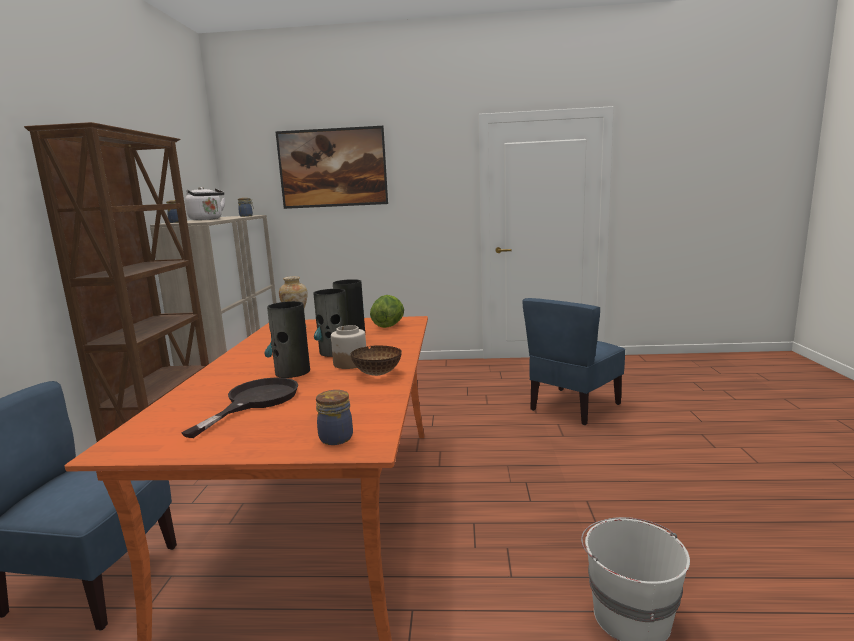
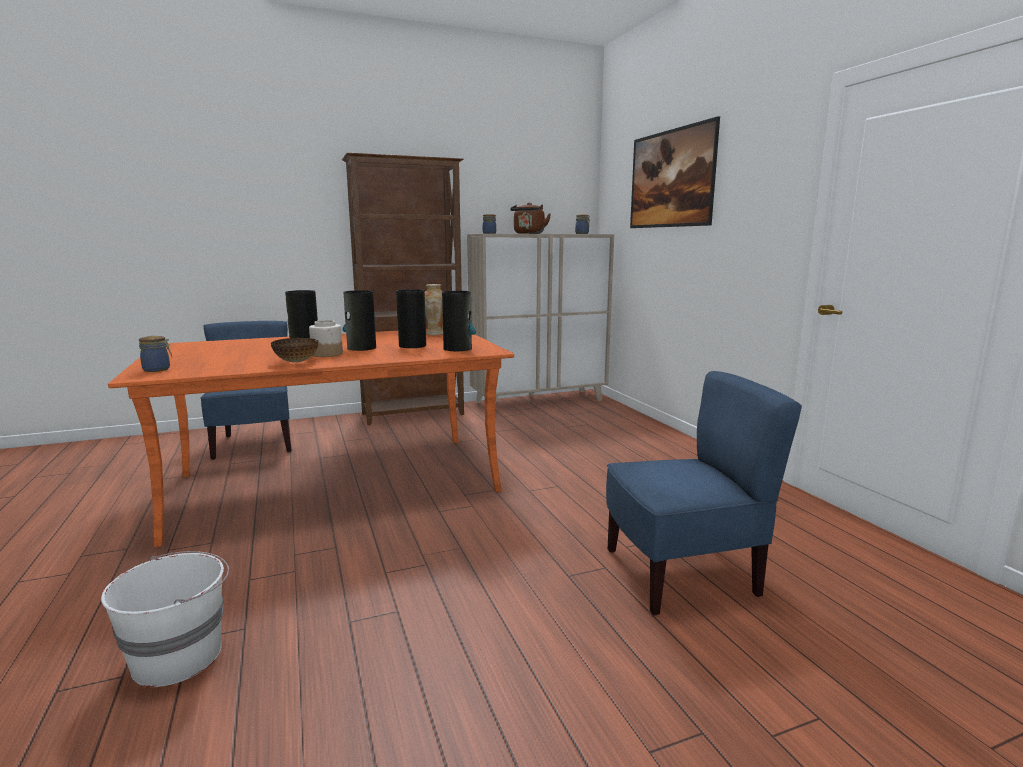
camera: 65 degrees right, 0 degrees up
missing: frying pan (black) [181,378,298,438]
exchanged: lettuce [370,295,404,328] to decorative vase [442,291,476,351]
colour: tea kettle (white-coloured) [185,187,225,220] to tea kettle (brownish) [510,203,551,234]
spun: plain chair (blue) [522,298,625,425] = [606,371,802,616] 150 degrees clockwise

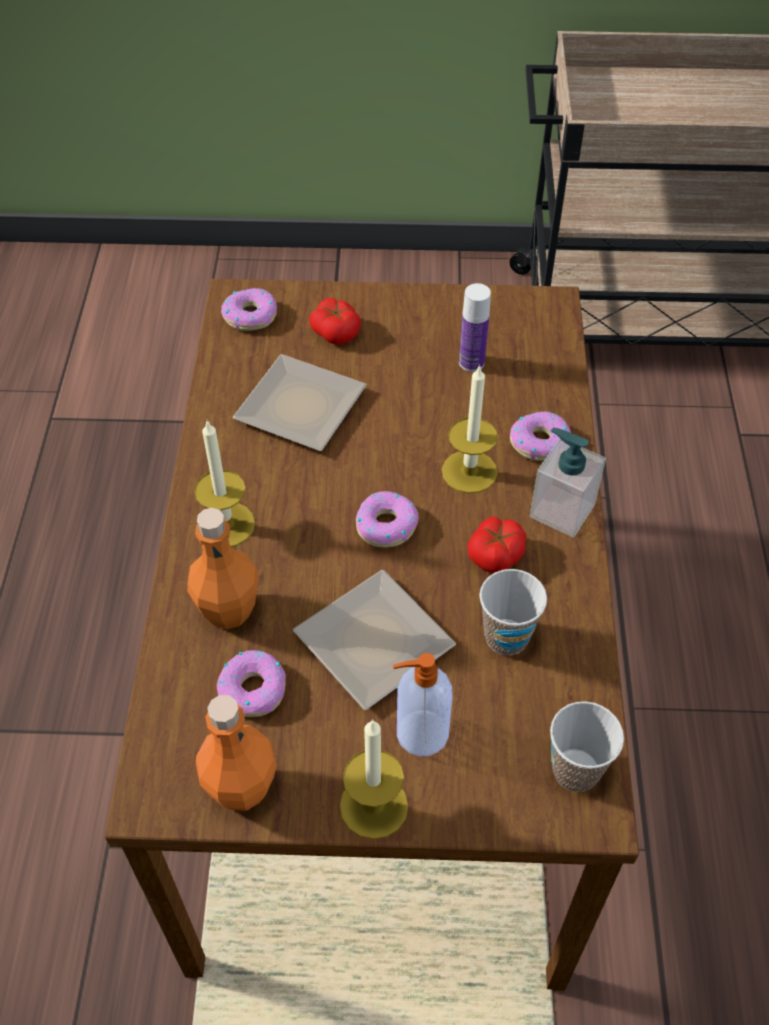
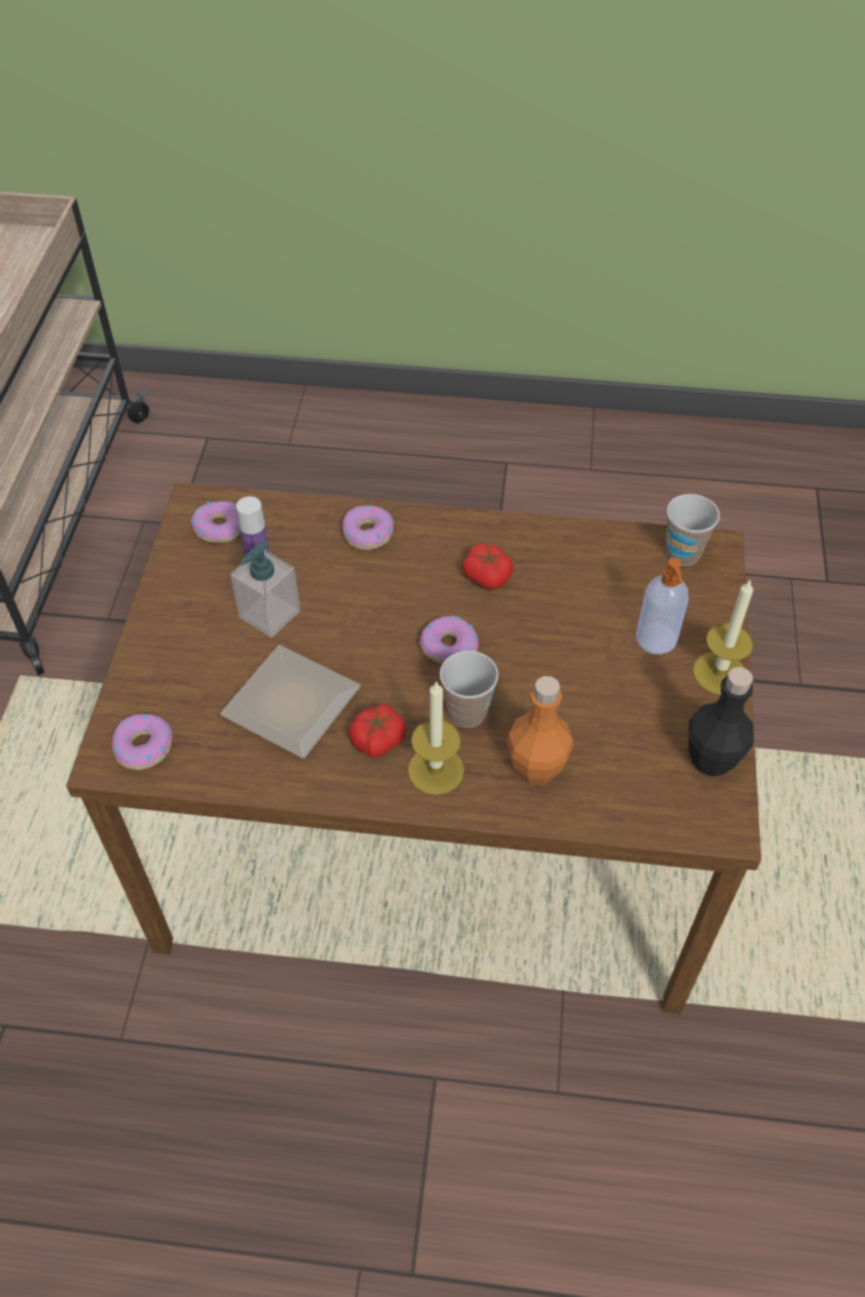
camera: 85 degrees left, 0 degrees up
missing: wax candle [442,364,498,493]; flat dish [293,570,456,710]
relocated: tomato [309,298,361,345] to [348,704,407,758]; liquid soap bottle [530,428,606,538] to [230,541,300,638]; drinking cup [480,569,547,656] to [440,651,498,728]; doughnut [217,650,286,717] to [191,501,240,543]
colour: beverage bottle (orange) [196,695,276,811] to beverage bottle (black) [688,667,754,777]

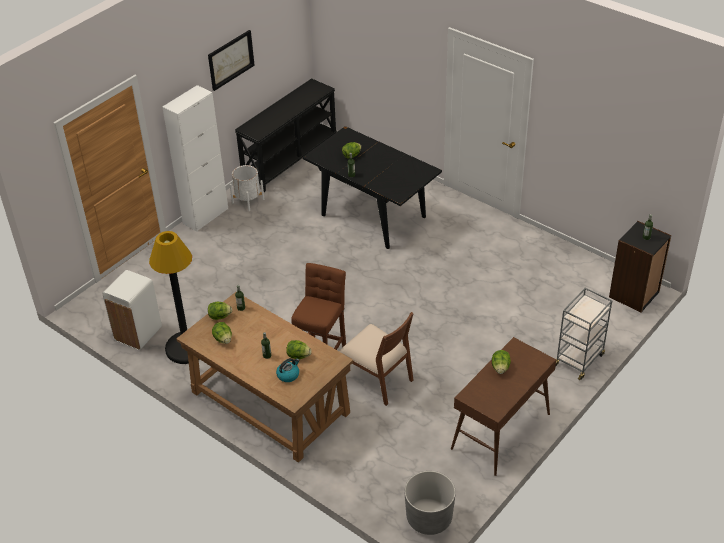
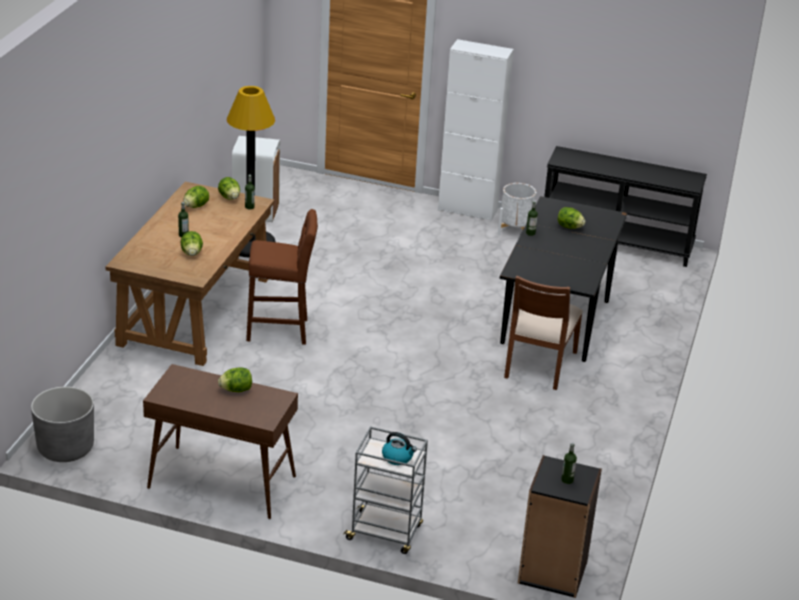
camera: 65 degrees right, 10 degrees down
missing: picture [208,30,255,91]
relocated: plain chair (brownish) [339,312,414,406] to [504,276,583,390]; tea kettle [276,358,300,382] to [382,432,417,465]

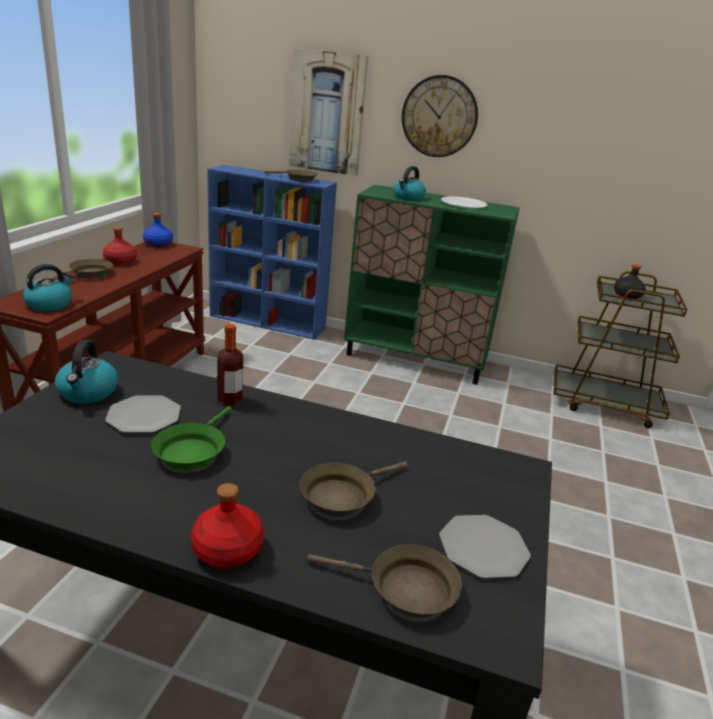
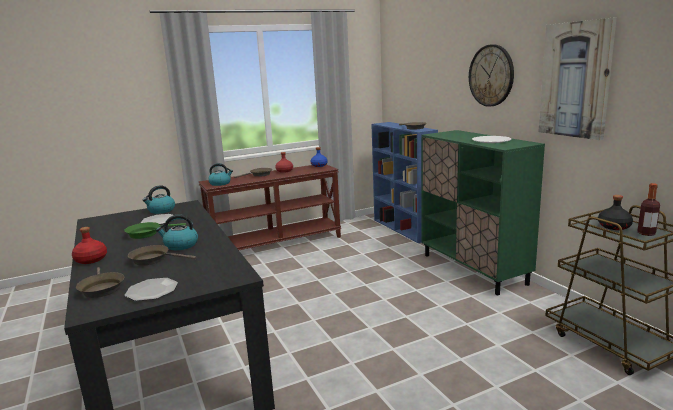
camera: 50 degrees right, 10 degrees down
relocated: picture [289,48,368,176] to [538,18,617,140]; tea kettle [393,166,426,201] to [156,215,198,250]; beverage bottle [217,324,243,405] to [637,183,660,236]

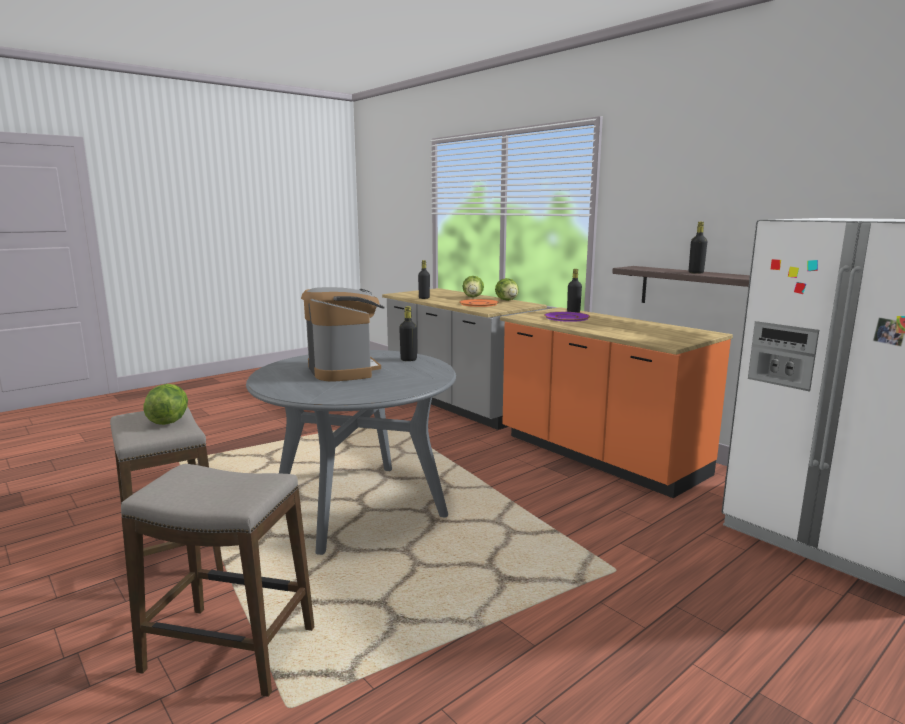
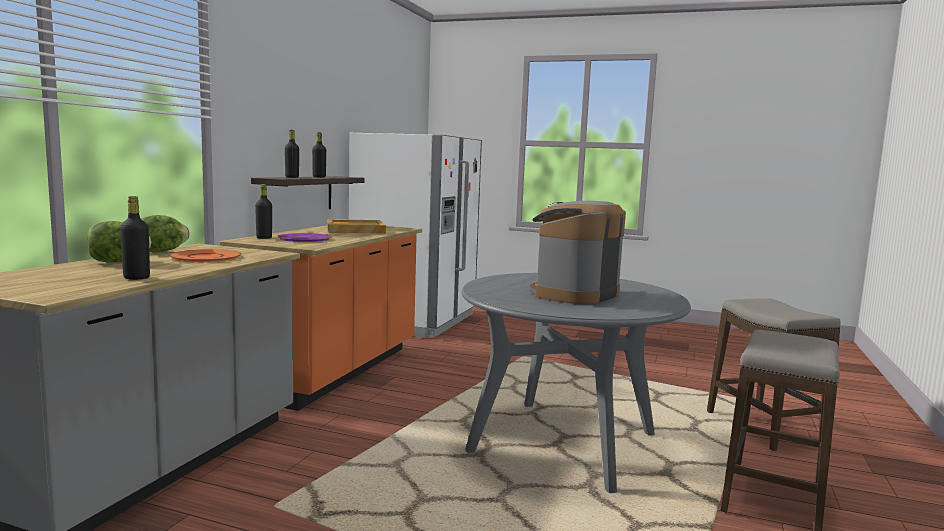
camera: 120 degrees left, 5 degrees down
missing: lettuce [143,384,188,425]
appeared: serving tray (sand-coloured) [327,219,386,233]
relocated: beverage bottle (black) [399,306,417,361] to [285,130,299,178]

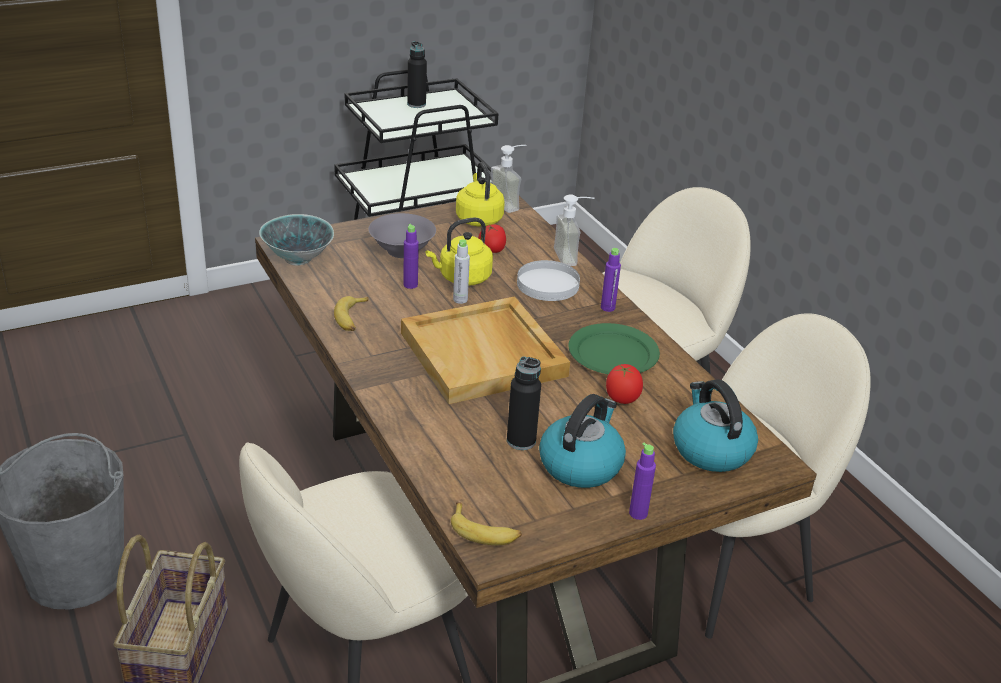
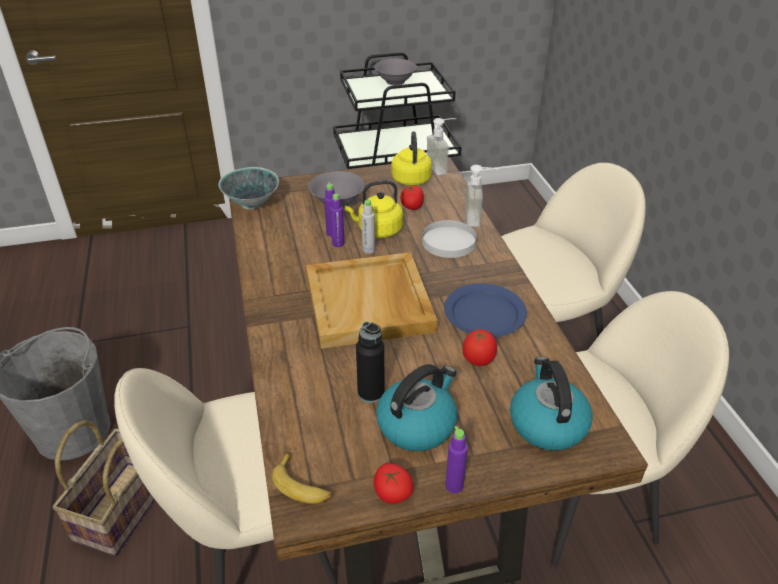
camera: 15 degrees right, 5 degrees up
missing: whole banana [334,296,368,331]
appeared: tomato [374,463,413,504]
relocated: beverage bottle (purple) [601,248,621,312] to [330,194,345,247]
exchanged: beverage bottle (black) [407,41,427,108] to deep dish (grey) [374,59,417,85]
colour: flat dish (green) [569,323,660,374] to flat dish (blue) [444,283,527,337]

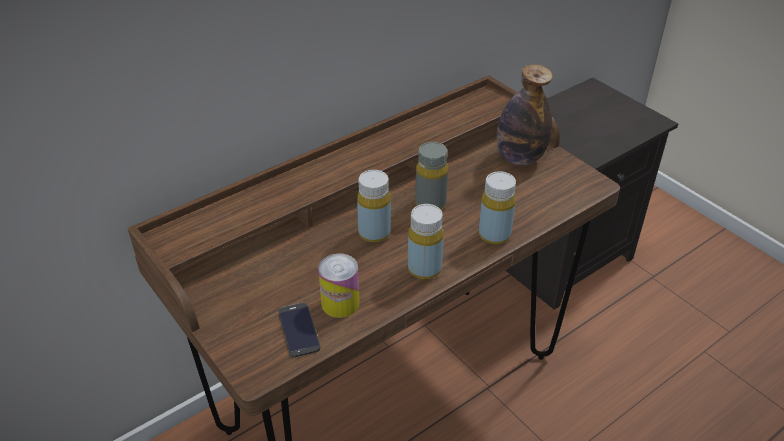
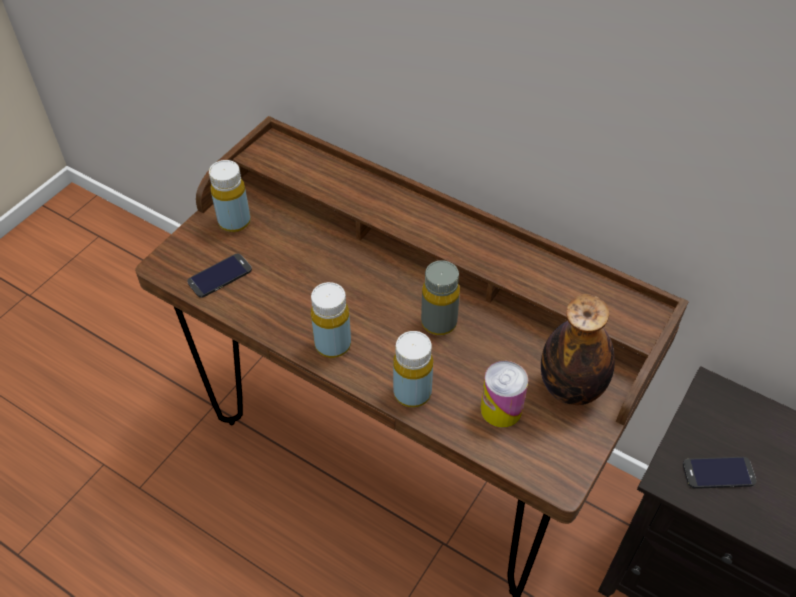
camera: 70 degrees right, 10 degrees up
appeared: telephone [683,457,756,489]
relocated: beverage bottle (yellow) [357,170,391,243] to [209,160,251,232]; metal can [318,253,360,318] to [481,361,528,428]

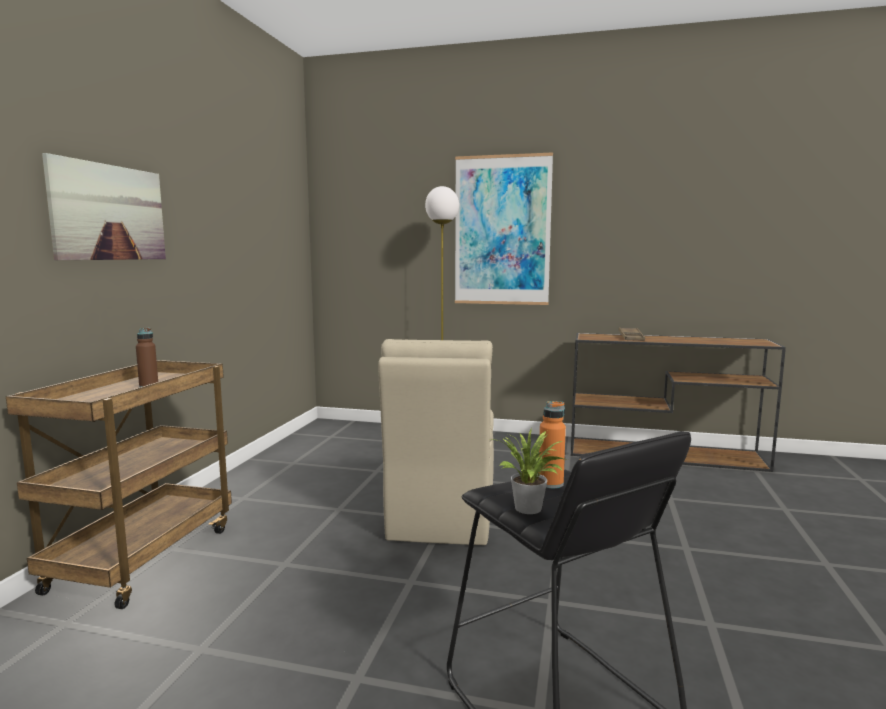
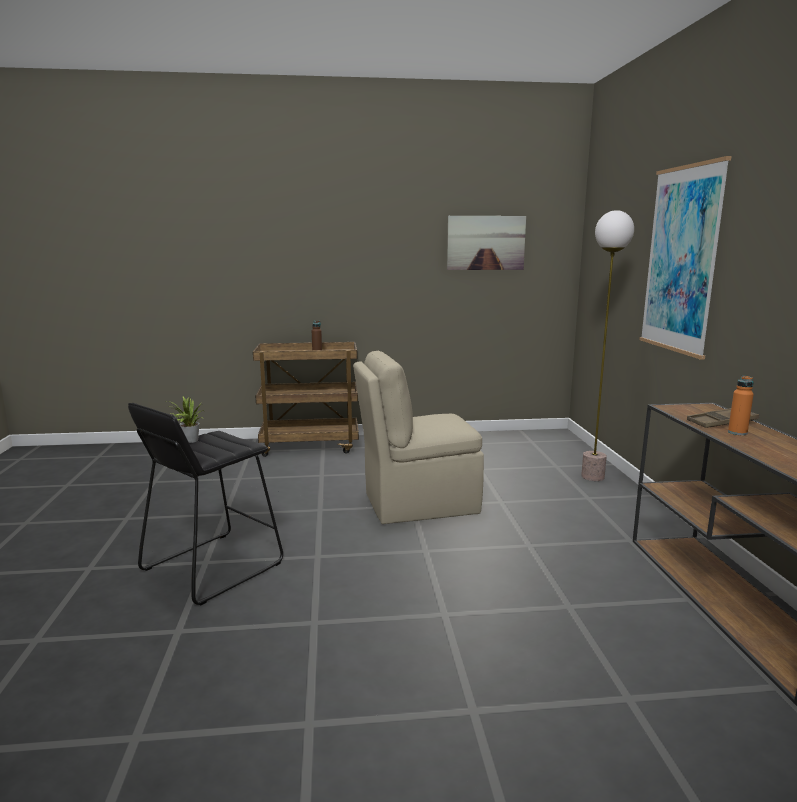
camera: 70 degrees right, 5 degrees up
relocated: picture [42,153,166,260] to [447,216,526,270]; beverage bottle (orange) [538,401,566,488] to [728,376,754,435]

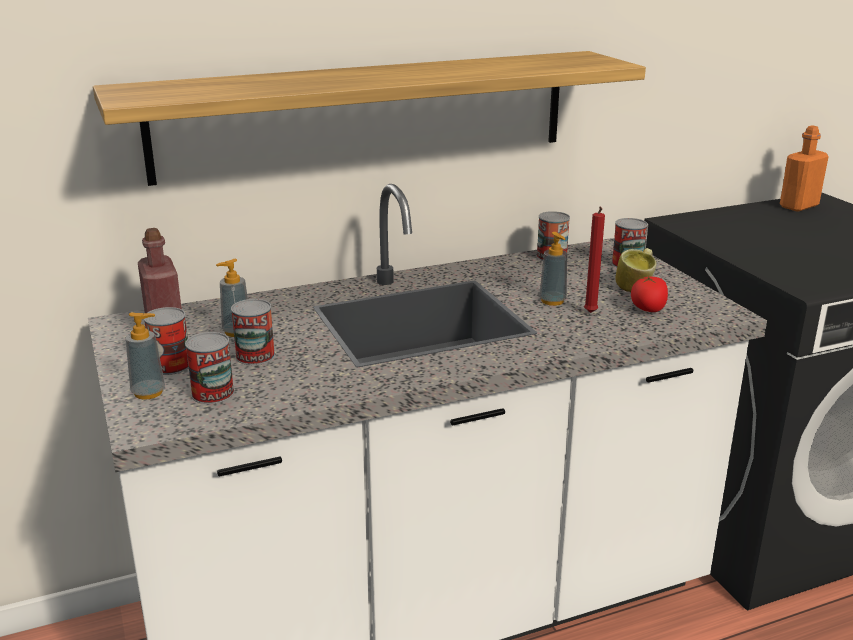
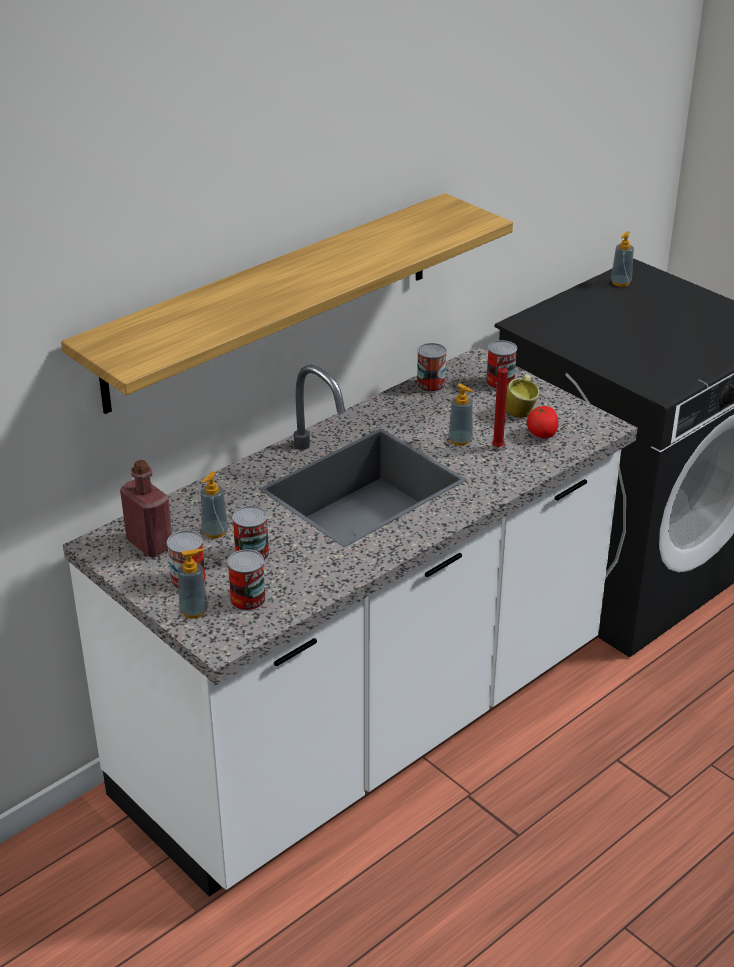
camera: 20 degrees left, 10 degrees up
exchanged: beverage bottle (orange) [780,126,829,212] to liquid soap bottle [611,231,634,287]

